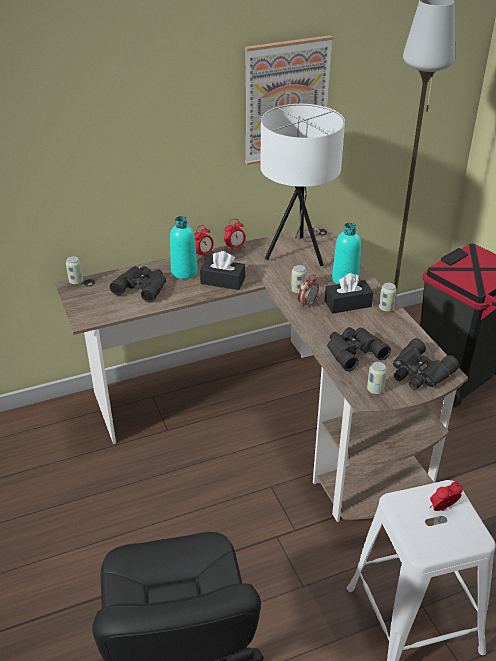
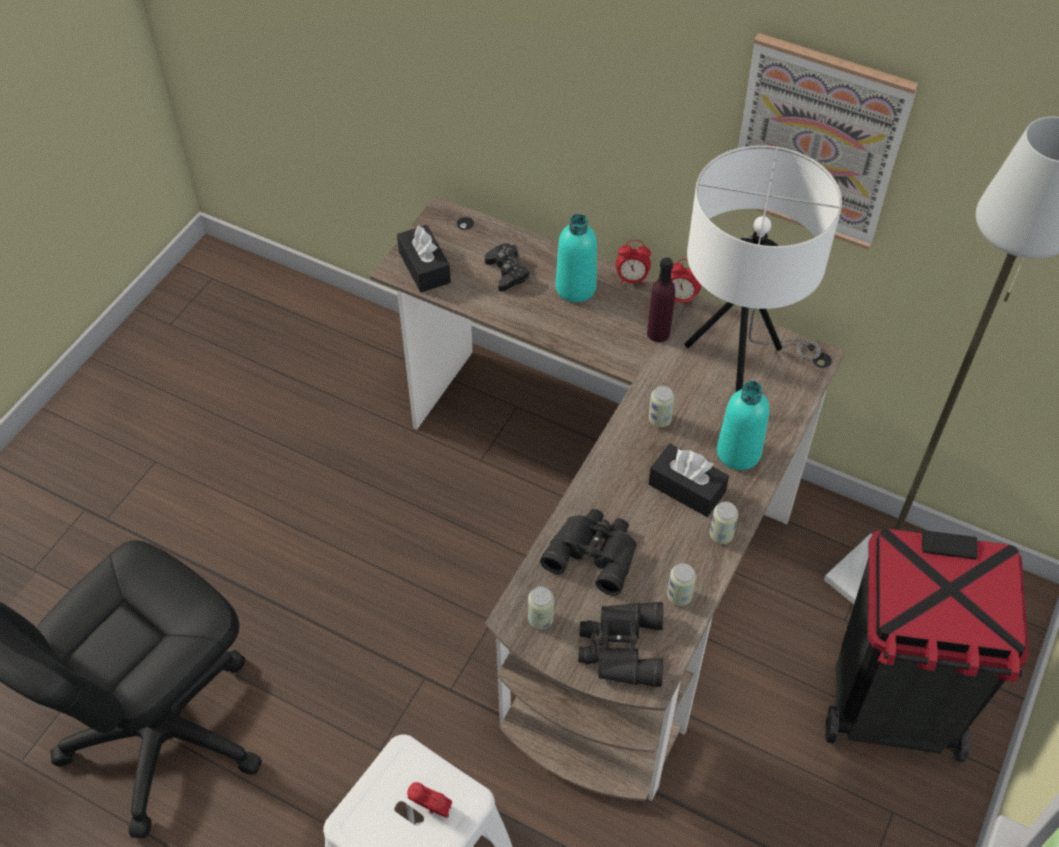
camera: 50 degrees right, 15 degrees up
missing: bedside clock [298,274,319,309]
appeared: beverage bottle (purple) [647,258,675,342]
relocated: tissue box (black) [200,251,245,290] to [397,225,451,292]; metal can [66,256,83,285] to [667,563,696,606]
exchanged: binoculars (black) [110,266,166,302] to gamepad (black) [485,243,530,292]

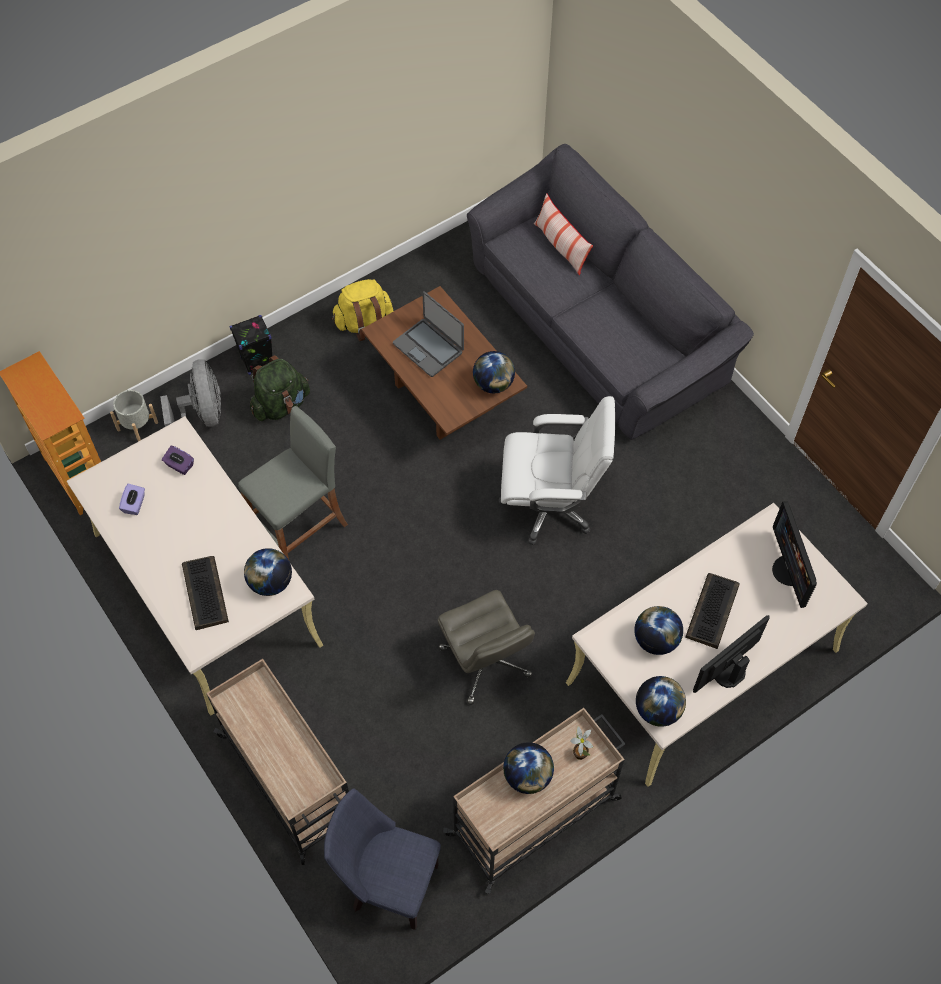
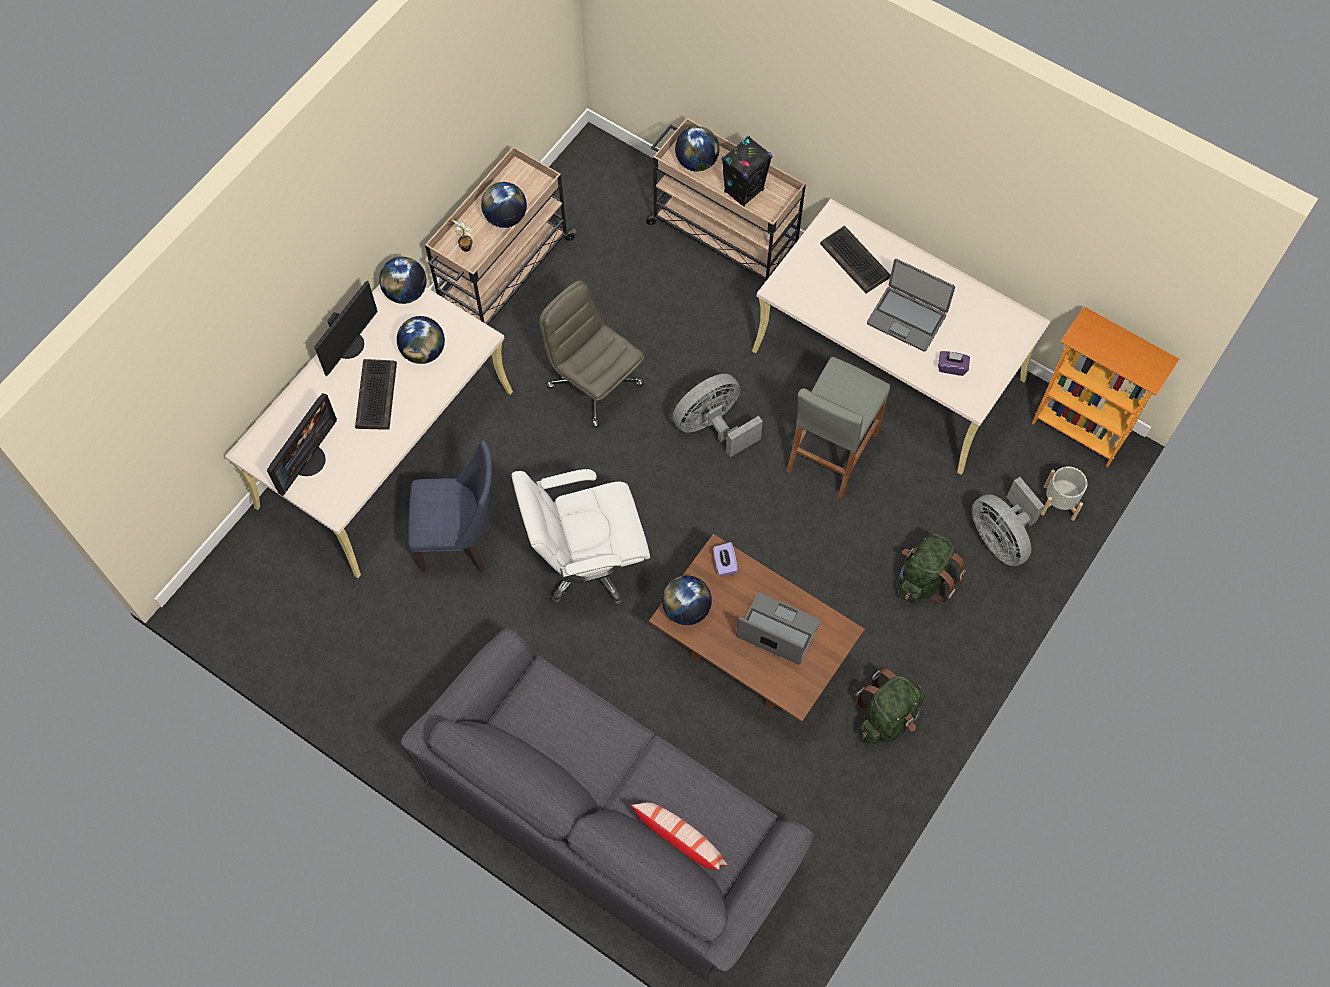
camera: 160 degrees right, 5 degrees up
appeared: notebook computer [867,259,955,352]; fan (grey) [673,374,763,457]
relocated: speaker (black) [230,315,272,375] to [722,136,772,206]; tissue box (purple) [119,483,145,515] to [713,542,738,576]; world globe [244,548,292,596] to [675,126,719,172]; plain chair (blue) [324,788,441,930] to [408,440,492,573]
colour: backpack (yellow) [332,279,393,341] to backpack (green) [855,668,925,746]
spun: monitor [772,502,817,608] = [267,393,337,496] 60 degrees clockwise

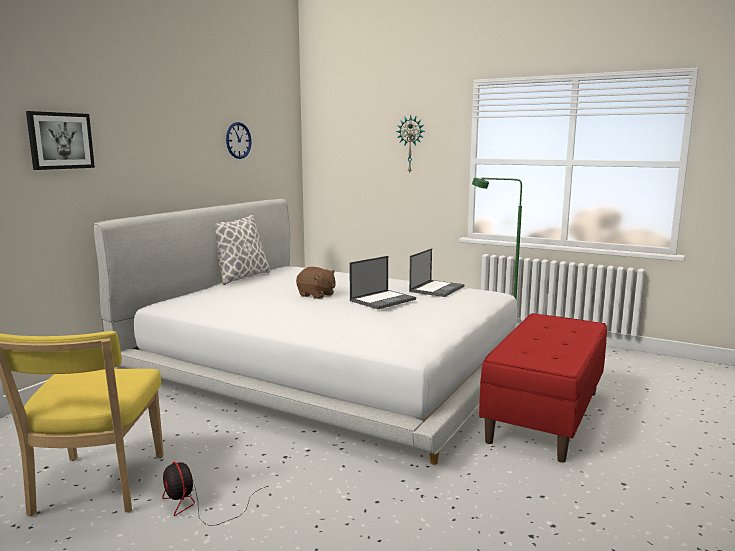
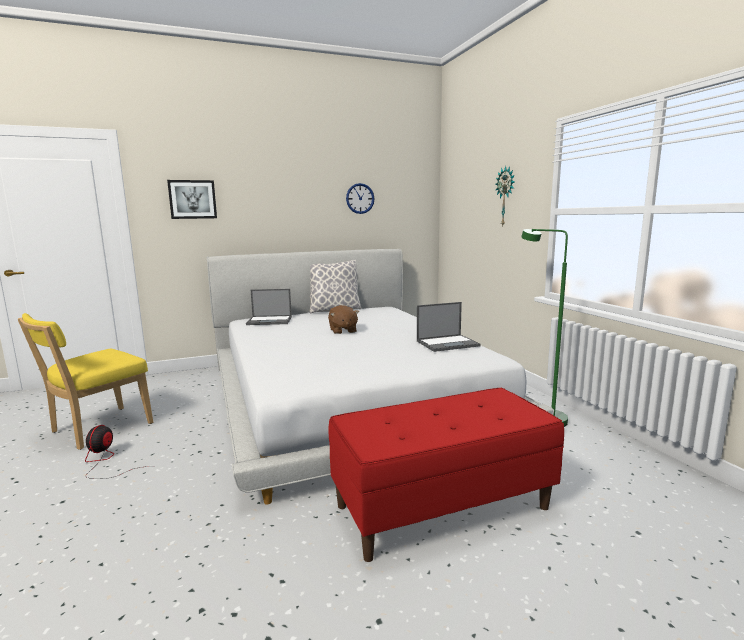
camera: 40 degrees right, 0 degrees up
relocated: notebook computer [350,256,416,309] to [246,289,292,325]

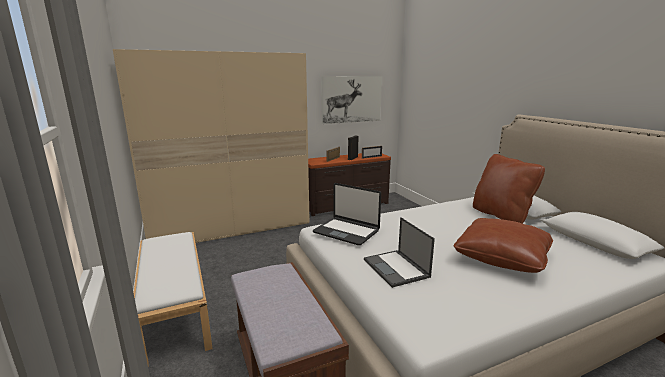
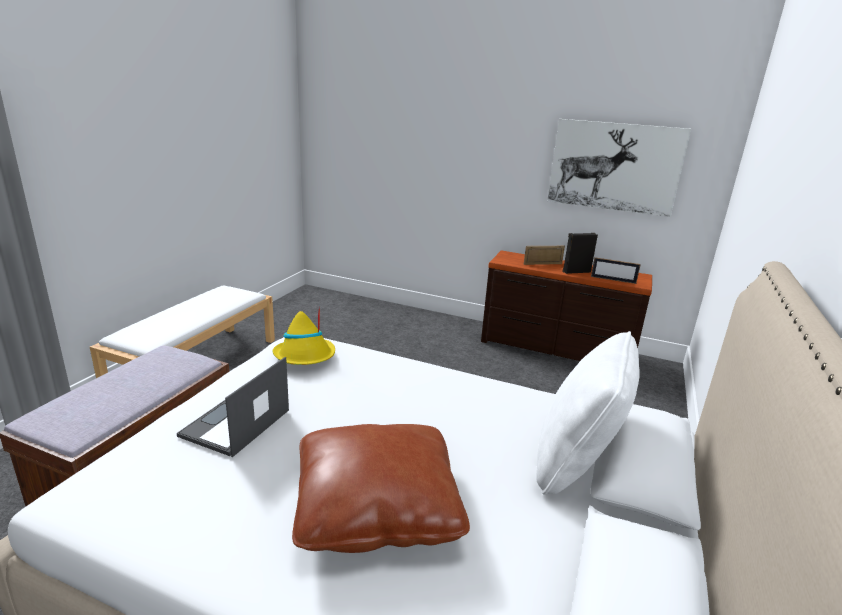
camera: 45 degrees right, 5 degrees up
missing: clothes cupboard (sand-coloured) [113,49,310,243]
exchanged: notebook computer [313,183,381,245] to hat (yellow) [273,305,335,365]
colour: pillow (brownish) [473,154,545,224] to pillow (white-coloured) [536,331,640,494]

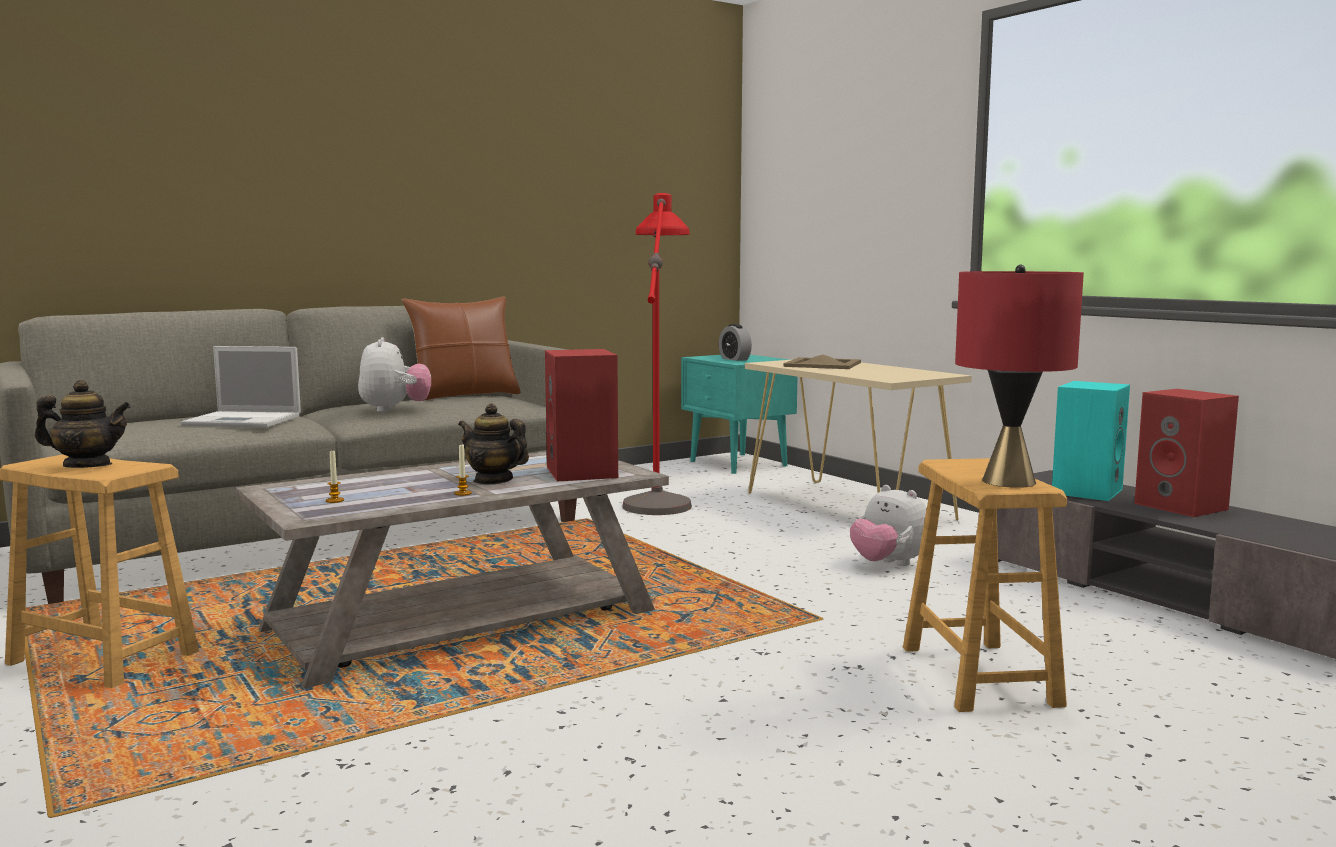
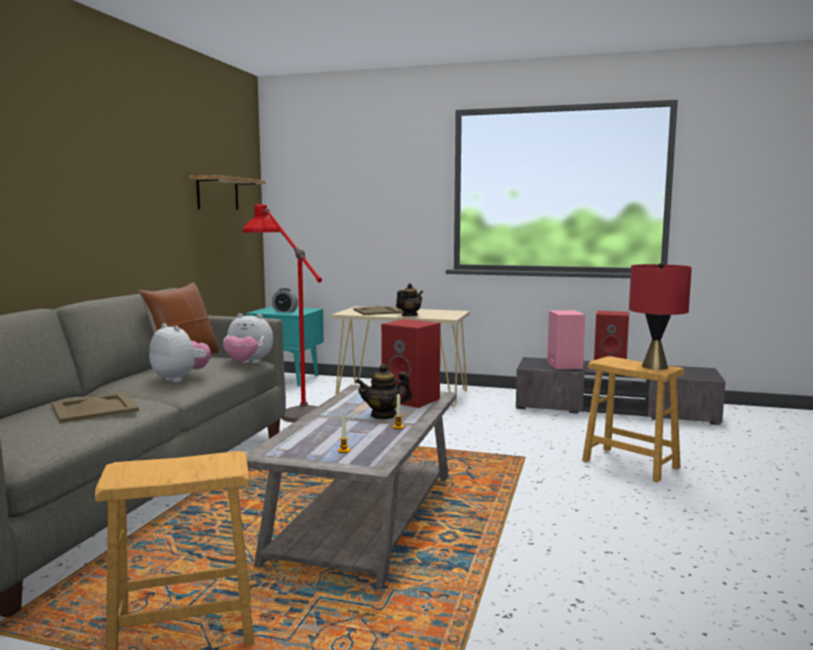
camera: 40 degrees left, 0 degrees up
appeared: wall shelf [189,175,266,210]
relocated: pot for tea [35,380,131,468] to [396,283,423,316]; plush toy [850,485,927,566] to [223,313,273,363]
exchanged: notebook computer [181,346,301,427] to serving tray (sand-coloured) [51,392,139,423]
colour: speaker (blue-green) [1052,381,1130,501] to speaker (pink-coloured) [547,310,585,369]

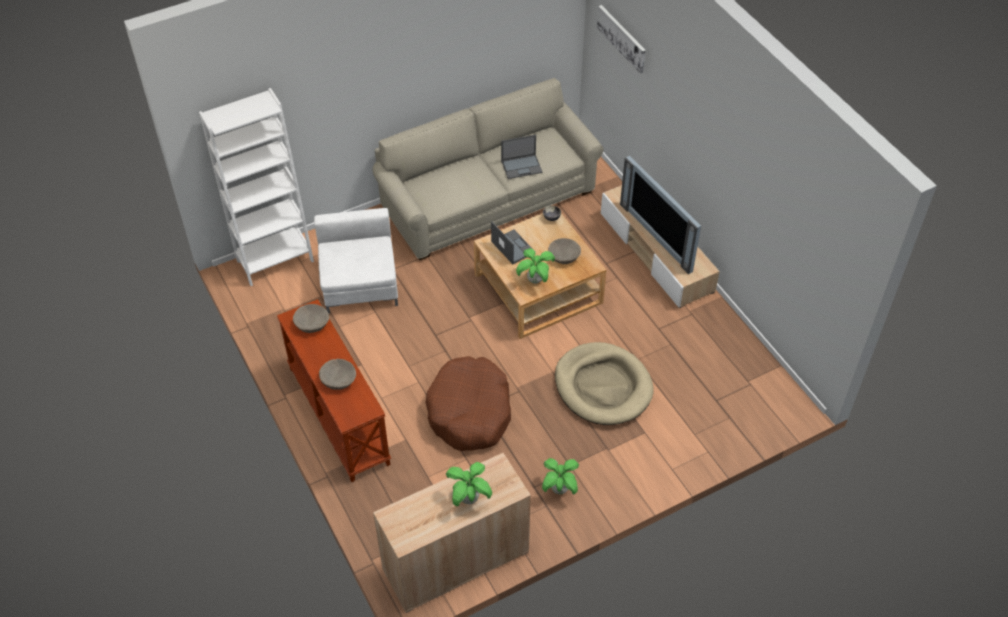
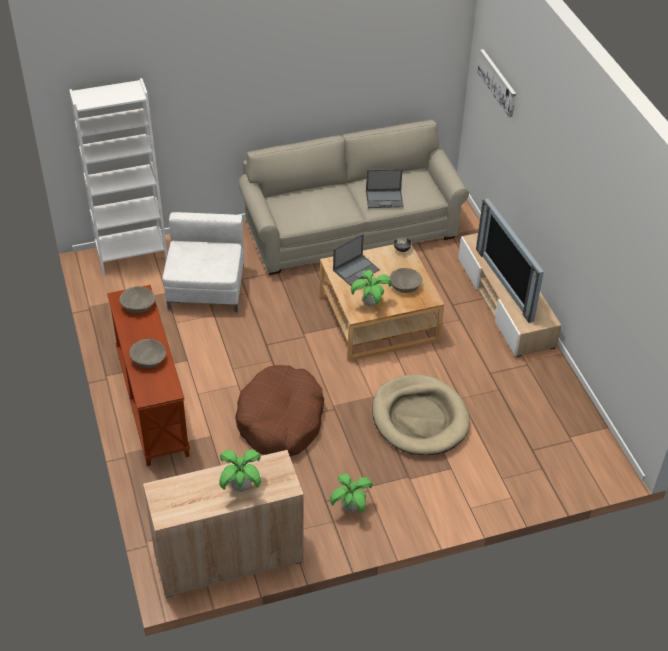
camera: 10 degrees right, 5 degrees down
spun: notebook computer [491,221,533,264] = [333,234,380,286] 75 degrees clockwise

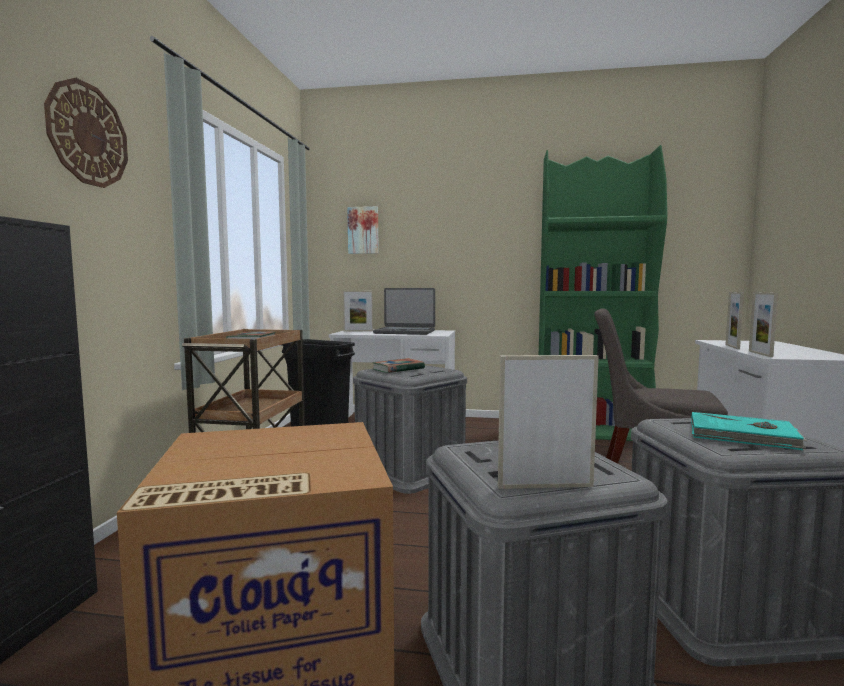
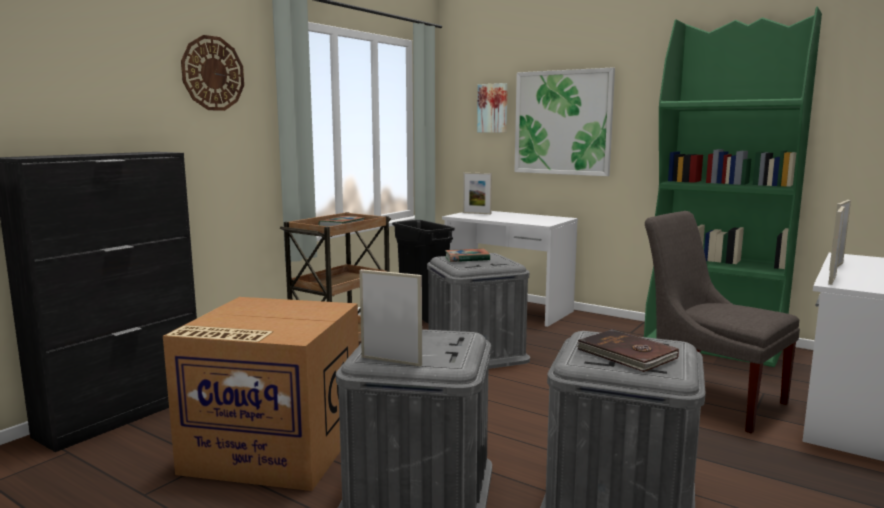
camera: 25 degrees right, 5 degrees up
missing: notebook computer [373,288,435,335]
appeared: picture [514,67,615,176]
colour: book (blue-green) [691,412,808,450] to book (brownish) [576,329,679,372]

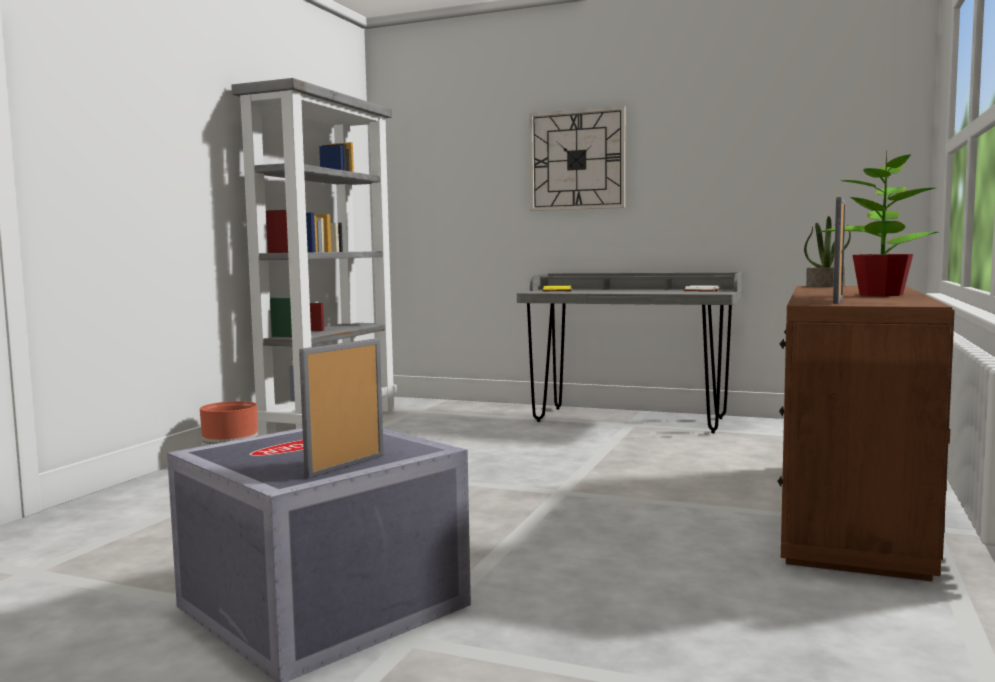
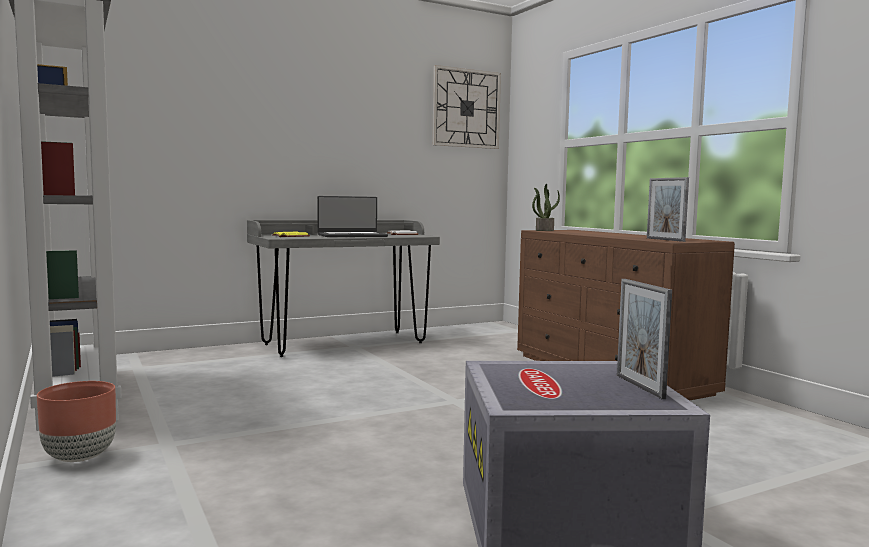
camera: 50 degrees left, 0 degrees up
missing: houseplant [820,150,938,296]
appeared: notebook computer [317,196,388,237]
relocated: hanging clock [529,106,625,211] to [432,65,501,149]

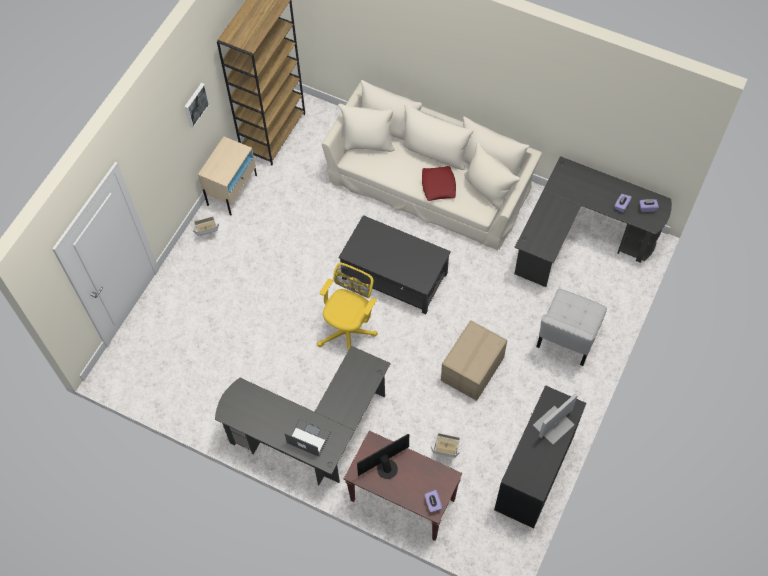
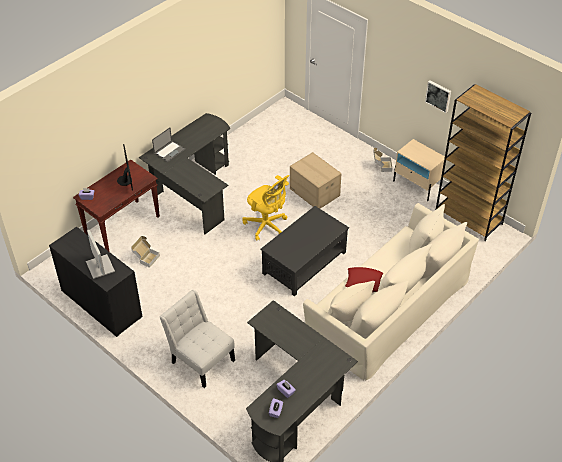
camera: 105 degrees right, 15 degrees down
relocated: carton [441,320,507,401] to [290,152,341,209]

